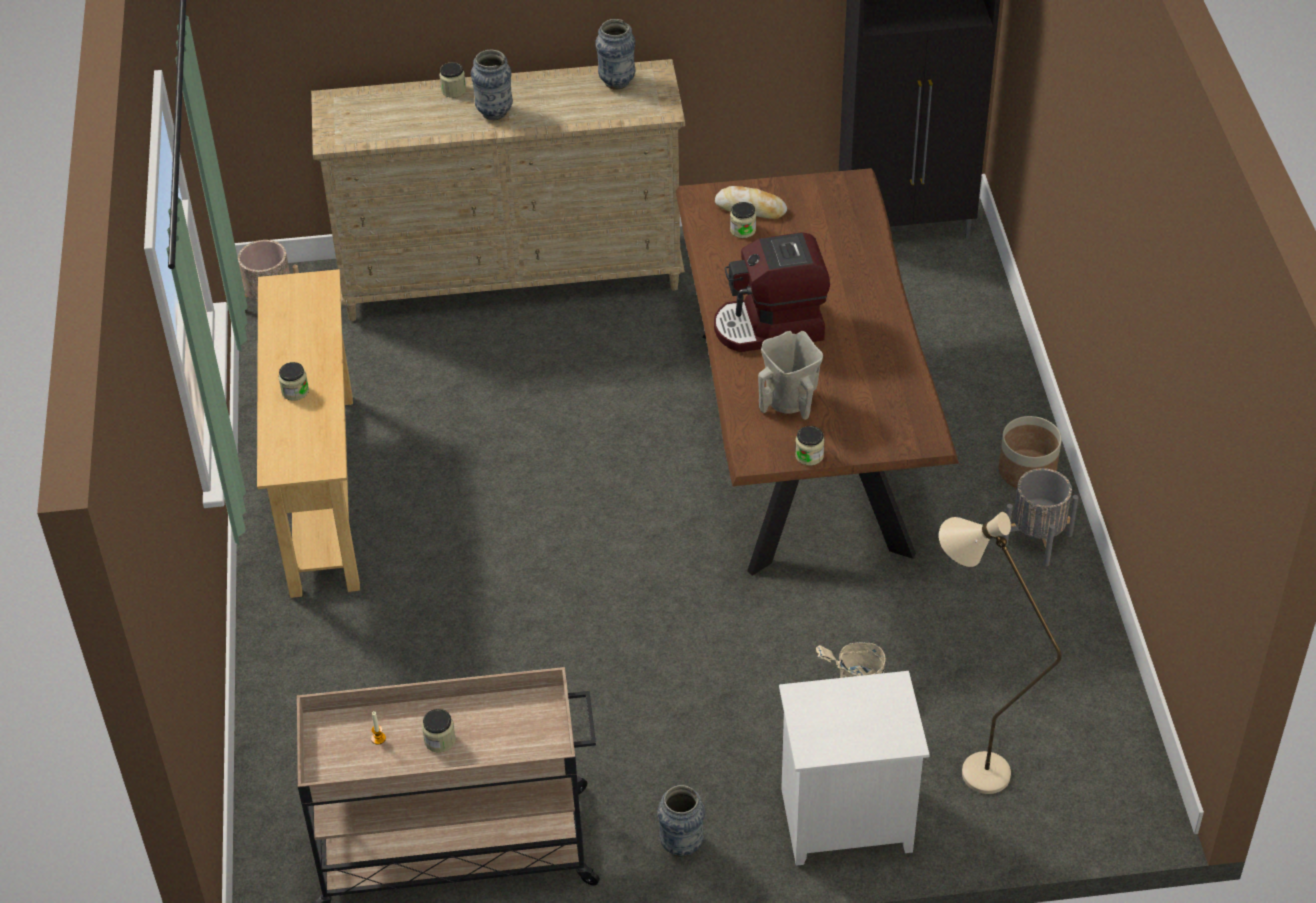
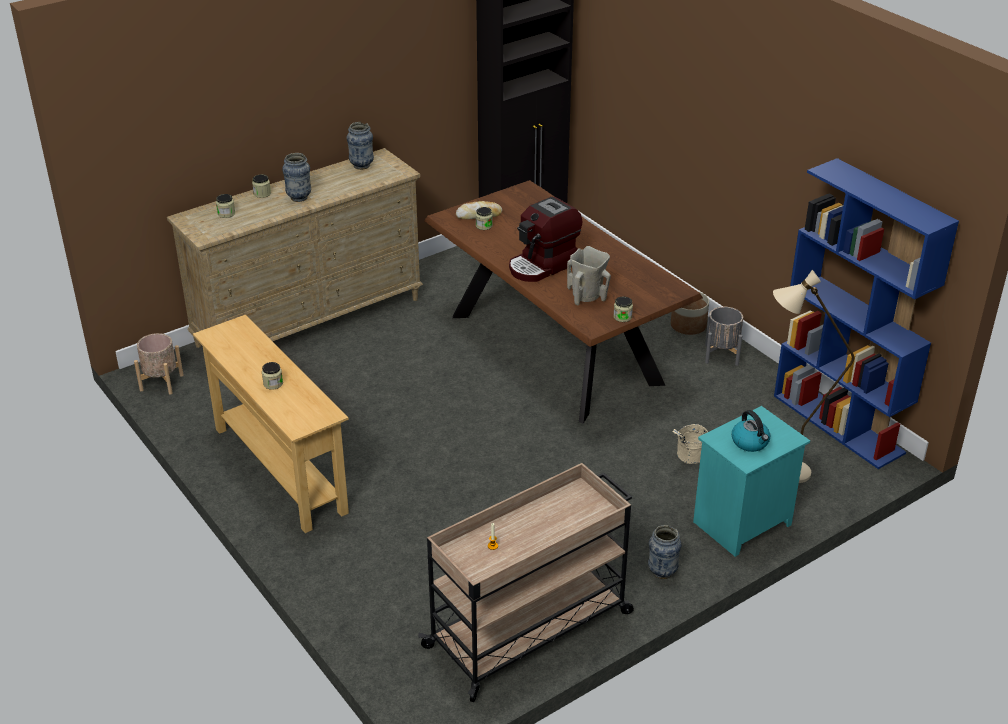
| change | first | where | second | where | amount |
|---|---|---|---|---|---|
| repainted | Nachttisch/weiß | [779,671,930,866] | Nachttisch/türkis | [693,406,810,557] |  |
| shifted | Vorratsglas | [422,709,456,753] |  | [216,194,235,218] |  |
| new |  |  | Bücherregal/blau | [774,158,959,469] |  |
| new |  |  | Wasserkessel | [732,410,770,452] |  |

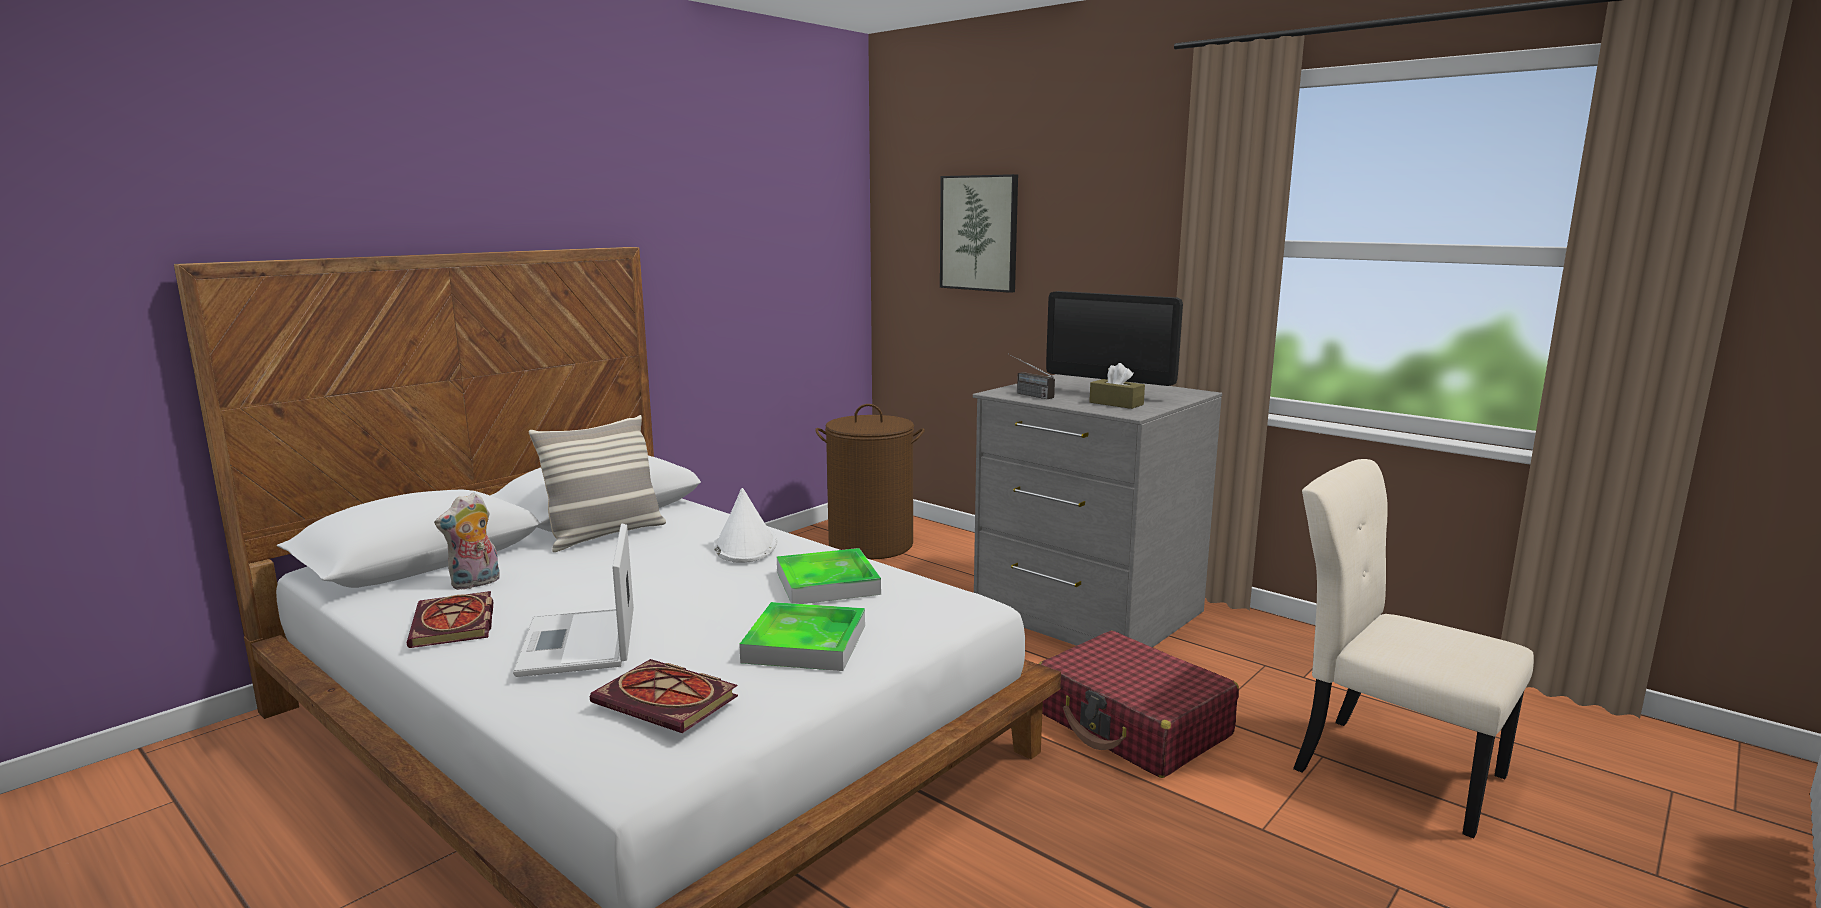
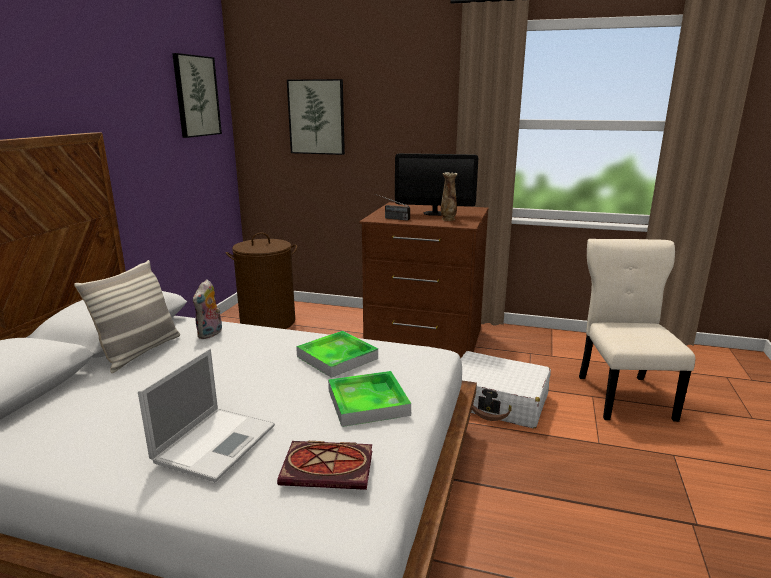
| change | first | where | second | where | amount |
|---|---|---|---|---|---|
| swapped | Taschentuchbox/braun | [1089,363,1145,409] | Vase | [441,172,458,221] |  |
| repainted | Kommode/grau | [973,374,1222,647] | Kommode/braun | [359,202,488,358] |  |
| rotated | Stuhl/beige | [1293,459,1534,839] |  | [579,239,695,422] | 75 degrees clockwise |
| gone | Hut/weiß | [714,488,777,563] |  |  |  |
| shifted | Plüschtier | [434,492,500,590] |  | [193,280,222,339] |  |
| rotated | Laptop | [513,524,634,677] |  | [138,348,275,482] | 120 degrees counterclockwise |
| gone | Buch | [407,591,493,648] |  |  |  |
| repainted | Koffer/rot | [1039,631,1239,778] | Koffer/weiß | [461,351,551,429] |  |
| new |  |  | Bild | [172,53,222,138] |  |

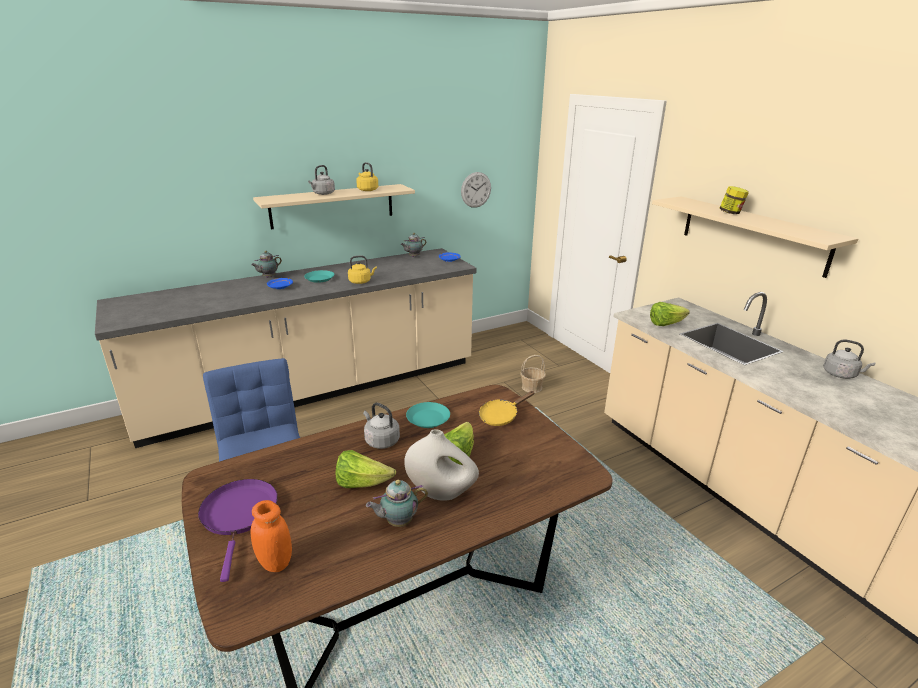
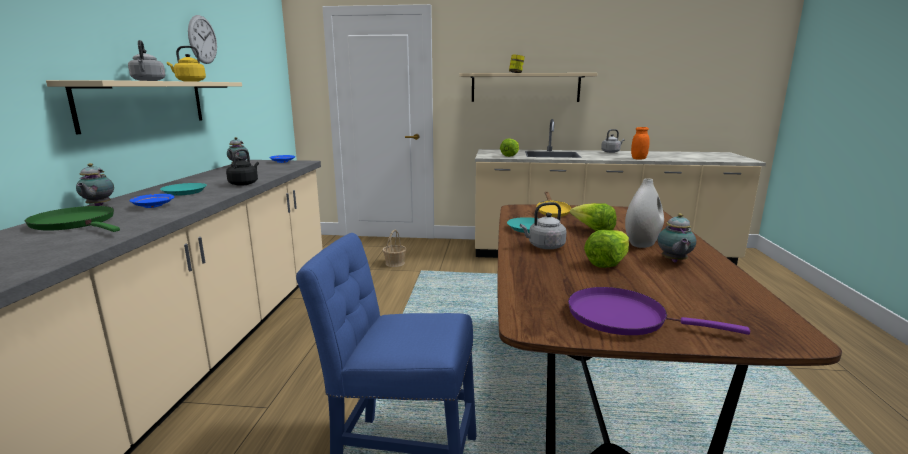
| change | first | where | second | where | amount |
|---|---|---|---|---|---|
| shifted | Wanduhr | [461,172,491,208] |  | [188,15,217,64] |  |
| repainted | Wasserkessel/gelb | [348,256,377,284] | Wasserkessel/schwarz | [226,149,259,186] |  |
| shifted | Vorratsglas/orange | [251,500,292,572] |  | [631,127,650,159] |  |
| new |  |  | Pfanne/grün | [25,206,120,232] |  |

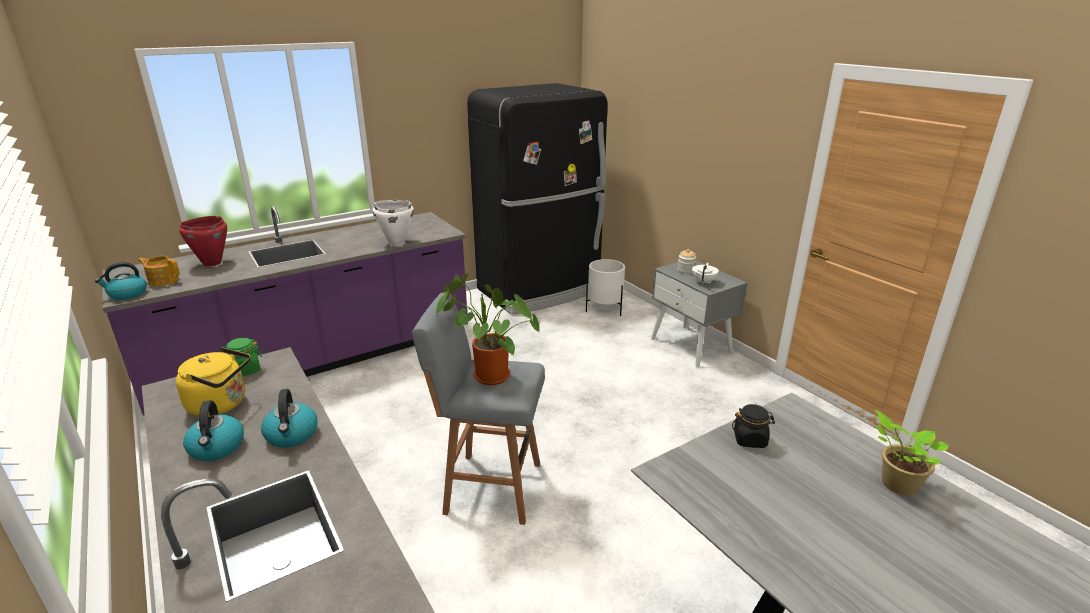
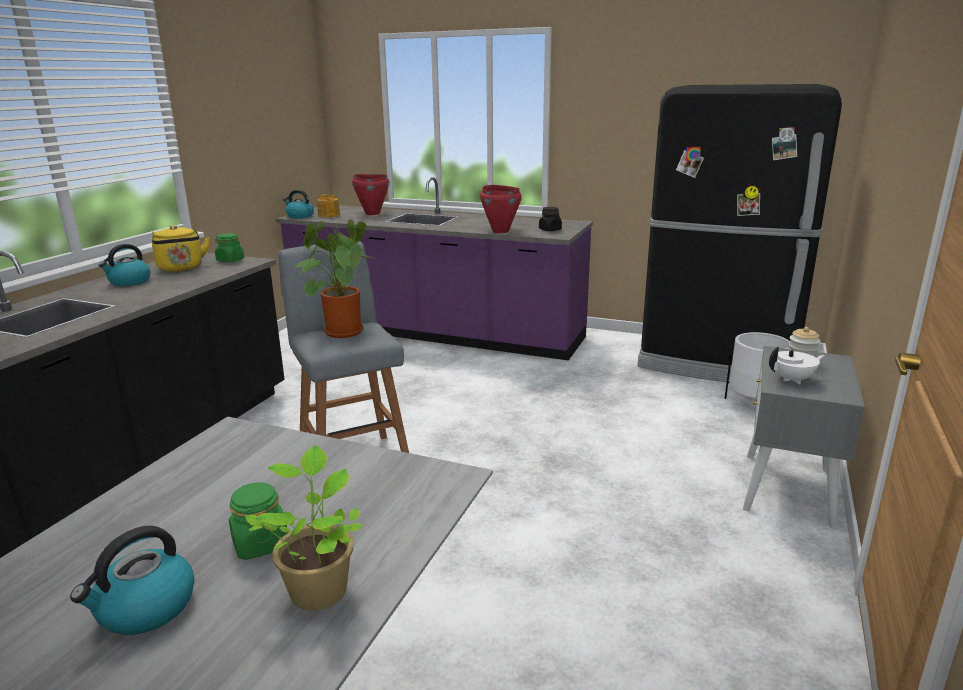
| change | first | where | second | where | amount |
|---|---|---|---|---|---|
| repainted | Kochtopf/weiß | [373,200,414,246] | Kochtopf/rot | [480,185,522,233] |  |
| shifted | Wasserkessel | [261,389,318,447] |  | [70,526,194,635] |  |
| shifted | Vorratsglas/schwarz | [732,404,775,448] |  | [539,207,562,231] |  |
| new |  |  | Vorratsglas/grün | [229,483,287,560] |  |

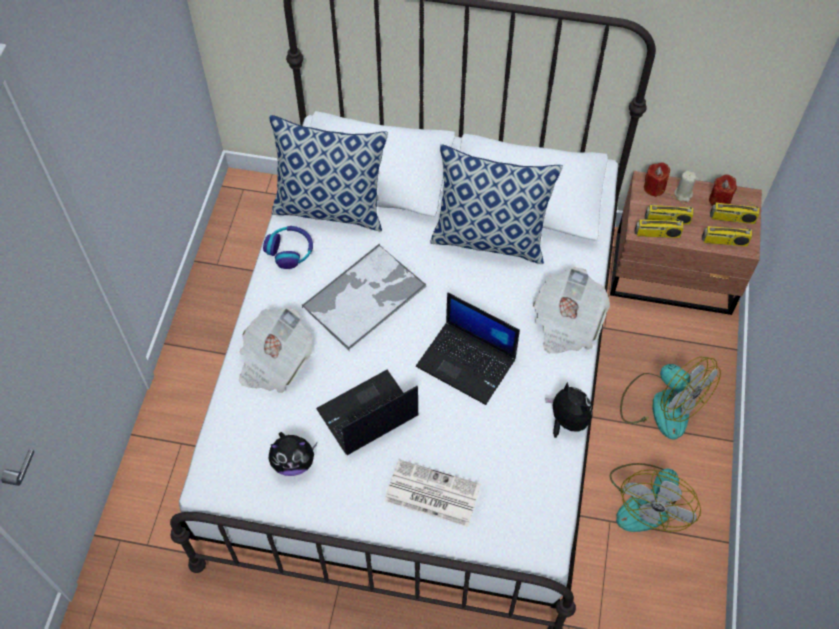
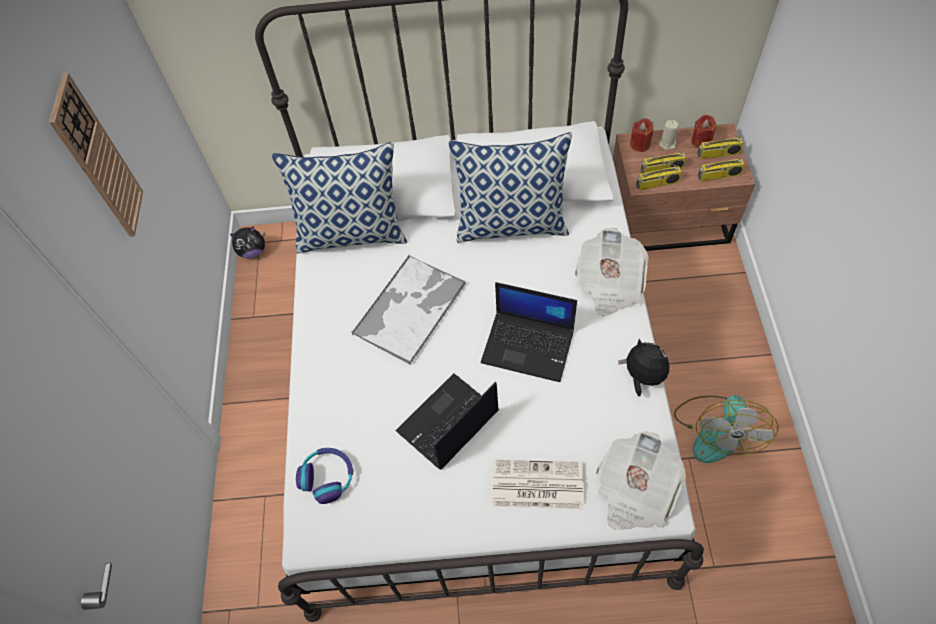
| change | first | where | second | where | amount |
|---|---|---|---|---|---|
| shifted | Kopfhörer | [263,226,313,269] |  | [296,448,353,504] |  |
| shifted | Zeitung | [239,308,313,393] |  | [596,431,686,530] |  |
| gone | Ventilator | [620,357,721,440] |  |  |  |
| shifted | Plüschtier | [269,432,317,476] |  | [230,226,265,259] |  |
| new |  |  | Wanduhr | [49,73,143,237] |  |

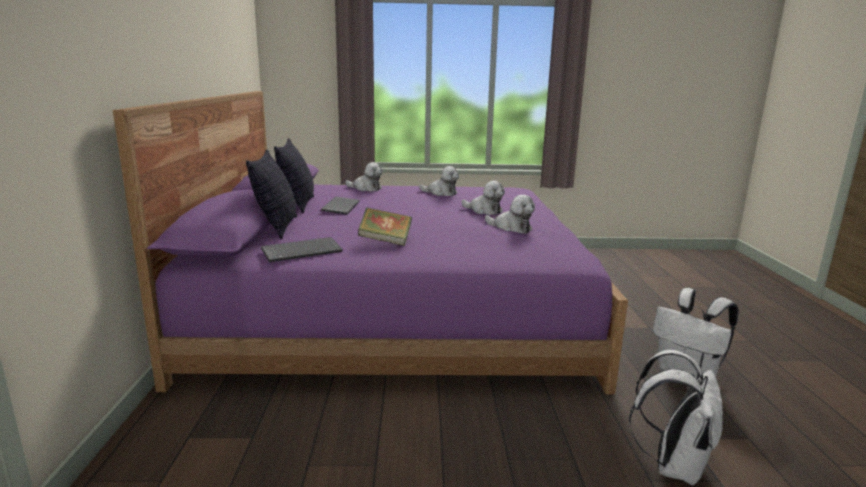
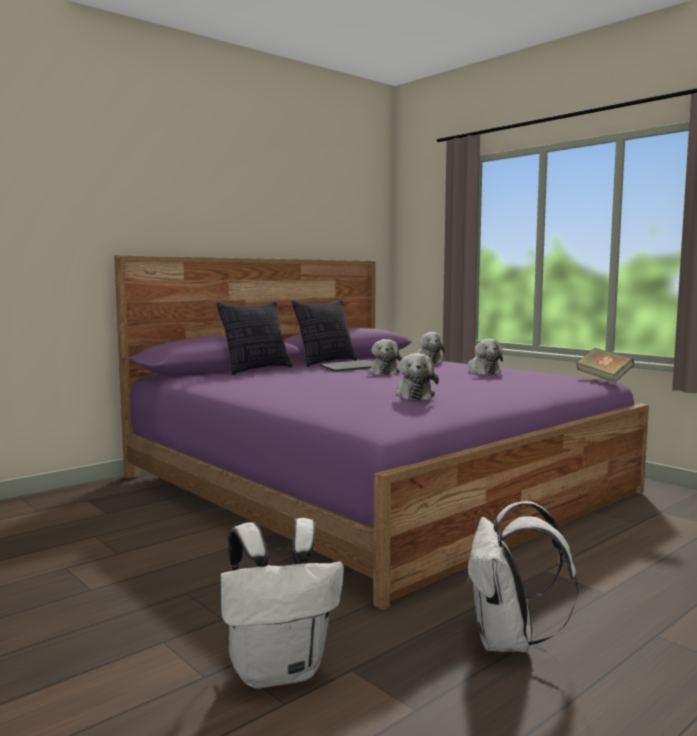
| change | first | where | second | where | amount |
|---|---|---|---|---|---|
| shifted | Plüschtier | [462,181,505,215] |  | [368,339,403,375] |  |
| shifted | Buch | [358,207,412,246] |  | [576,348,634,382] |  |
| gone | Tastatur | [261,237,343,262] |  |  |  |

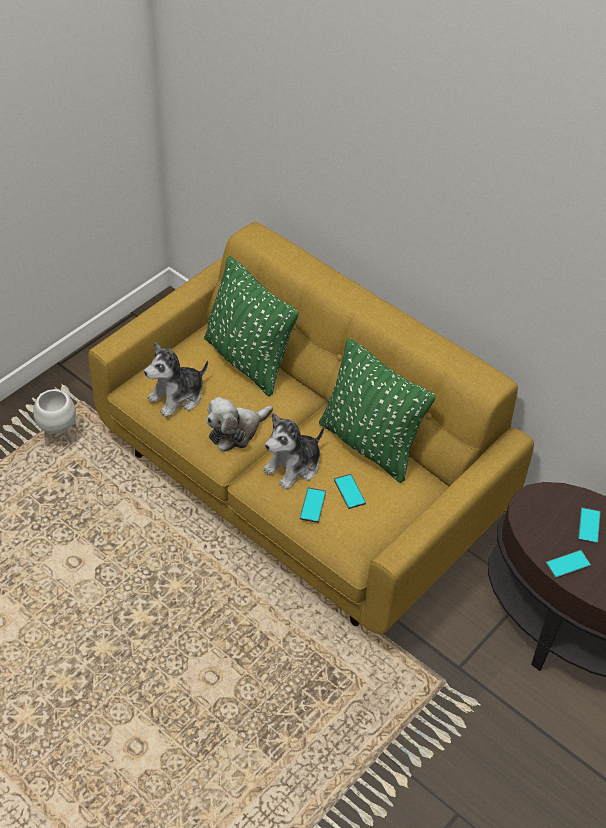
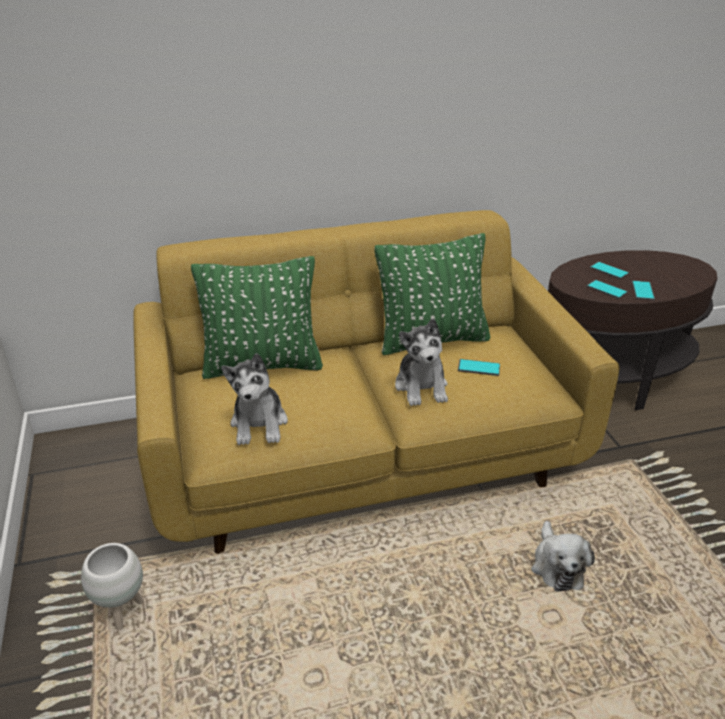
| change | first | where | second | where | amount |
|---|---|---|---|---|---|
| shifted | Plüschtier | [206,397,273,452] |  | [531,521,595,591] |  |
| shifted | Handy | [300,487,326,523] |  | [586,280,628,299] |  |

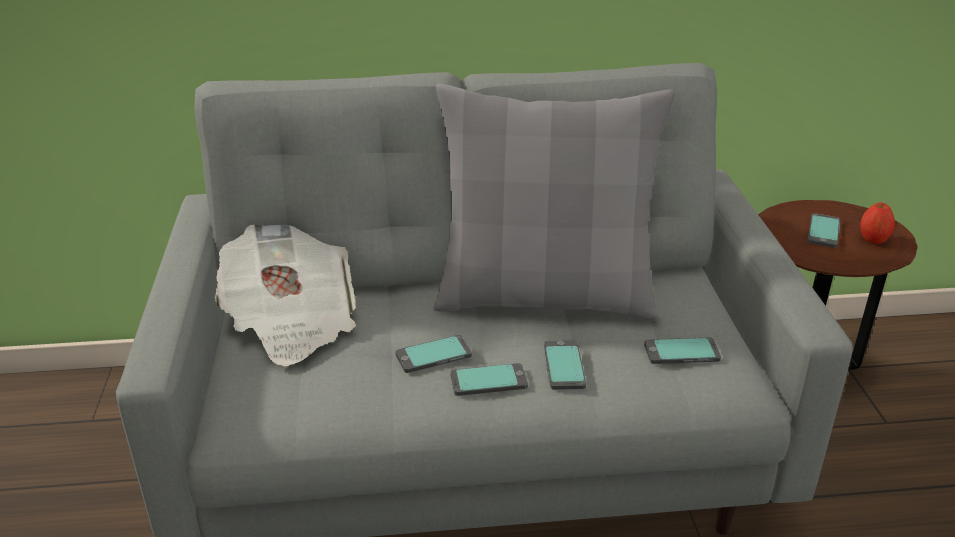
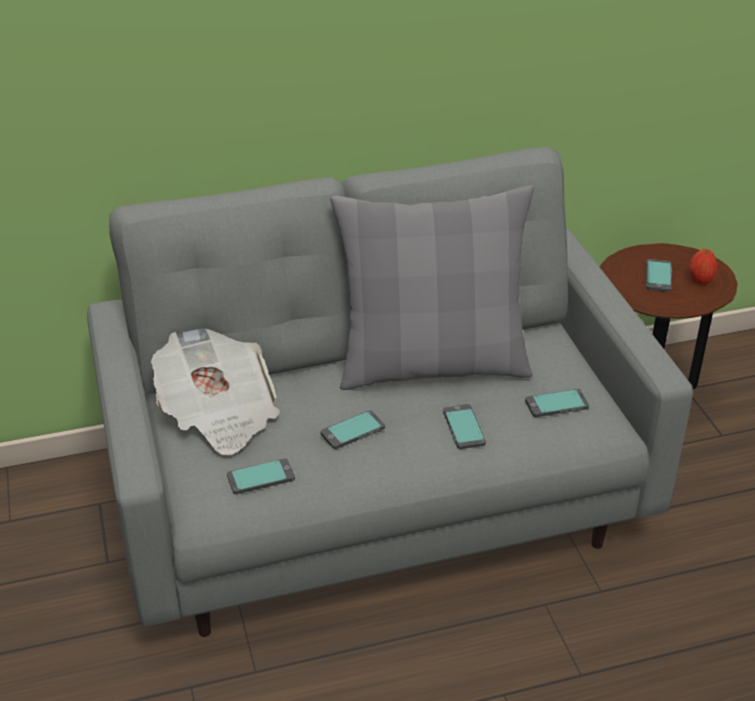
| change | first | where | second | where | amount |
|---|---|---|---|---|---|
| shifted | Handy | [450,363,528,396] |  | [227,458,295,494] |  |

